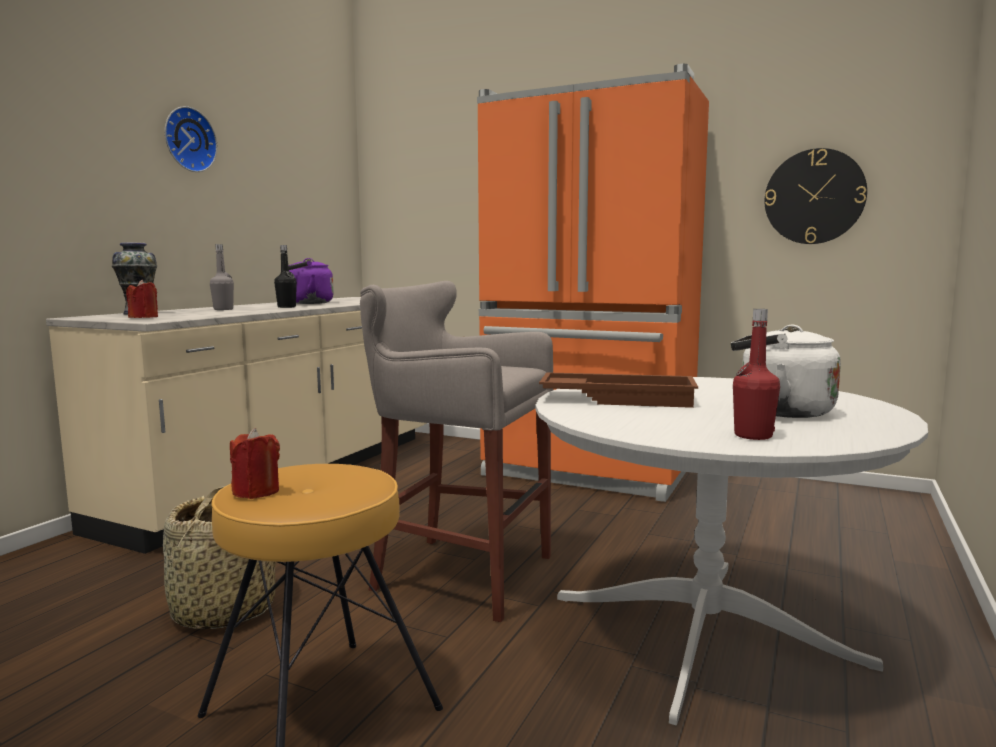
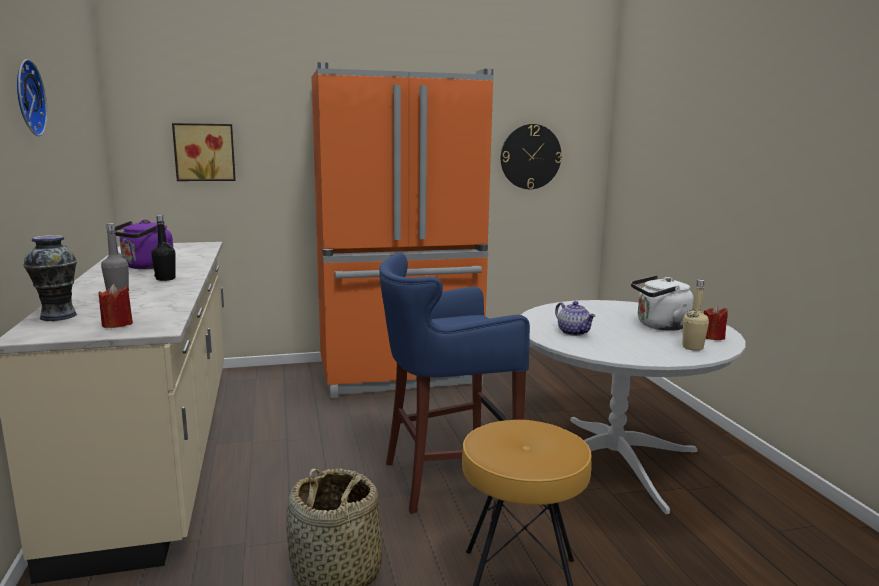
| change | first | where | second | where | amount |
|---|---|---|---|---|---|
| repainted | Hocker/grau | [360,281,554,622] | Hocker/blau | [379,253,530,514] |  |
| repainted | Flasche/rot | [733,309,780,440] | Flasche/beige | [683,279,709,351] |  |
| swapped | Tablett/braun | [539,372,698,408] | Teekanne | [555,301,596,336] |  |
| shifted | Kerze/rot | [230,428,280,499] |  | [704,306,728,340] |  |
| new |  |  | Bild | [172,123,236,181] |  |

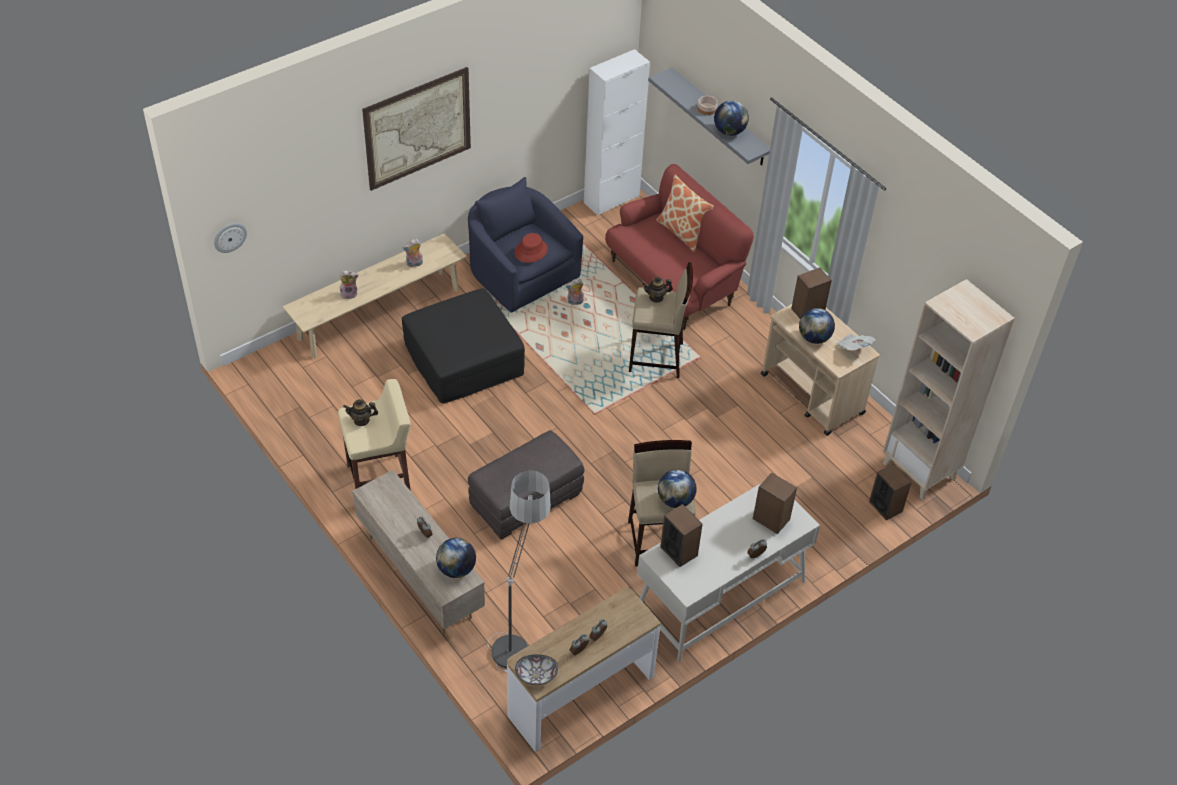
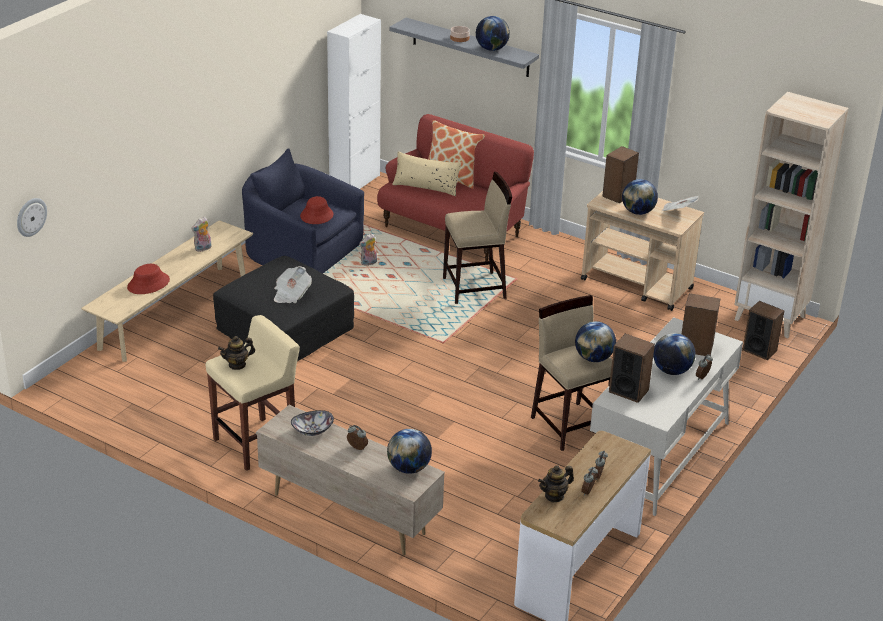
| change | first | where | second | where | amount |
|---|---|---|---|---|---|
| gone | Bild | [362,67,471,191] |  |  |  |
| swapped | Plüschtier | [339,270,359,299] | Hut/rot | [127,264,170,294] |  |
| shifted | Teekanne | [642,277,673,303] |  | [538,465,574,502] |  |
| gone | Polsterhocker/grau | [468,430,585,540] |  |  |  |
| gone | Stehlampe | [488,470,551,673] |  |  |  |
| shifted | Schüssel | [515,655,558,685] |  | [291,410,334,436] |  |
| new |  |  | Kissen/beige | [392,151,461,196] |  |
| new |  |  | Zeitung | [274,266,312,303] |  |
| new |  |  | Globus | [653,333,695,375] |  |

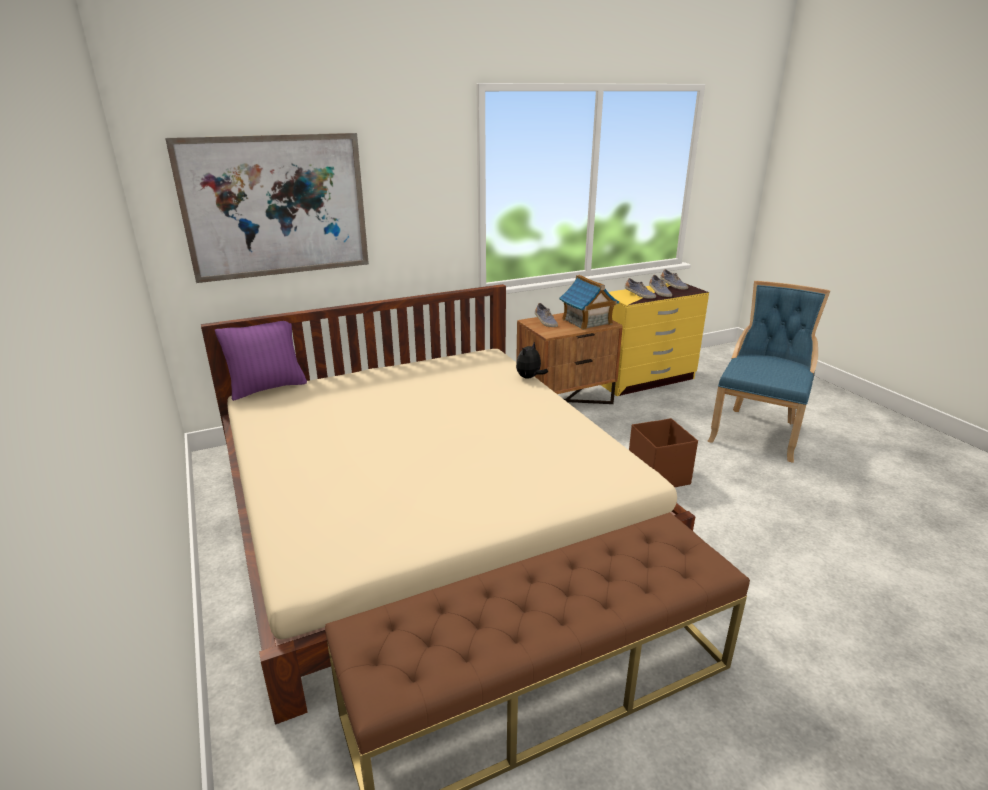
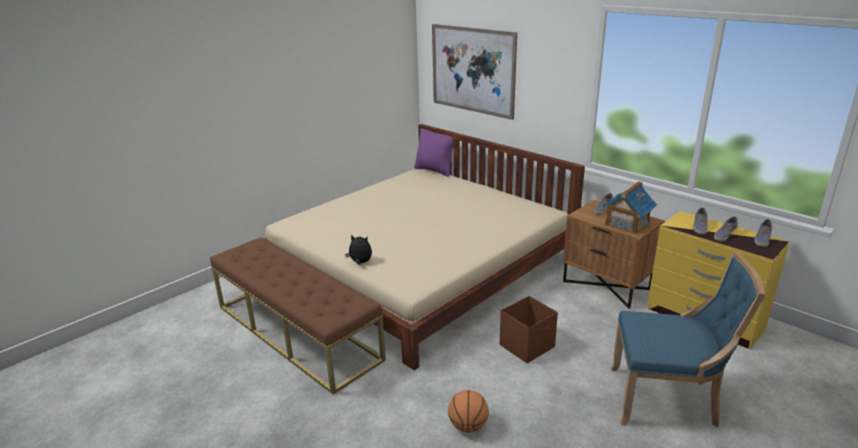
| change | first | where | second | where | amount |
|---|---|---|---|---|---|
| shifted | Plüschtier | [516,342,548,379] |  | [345,235,372,265] |  |
| new |  |  | Basketball | [448,390,489,433] |  |

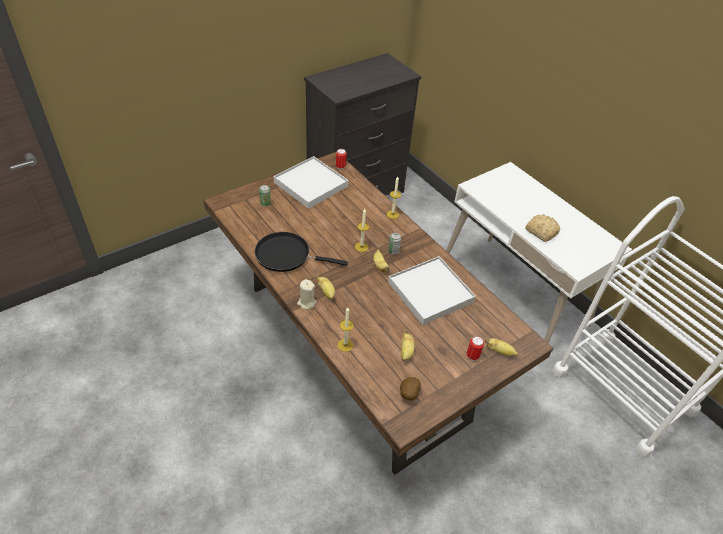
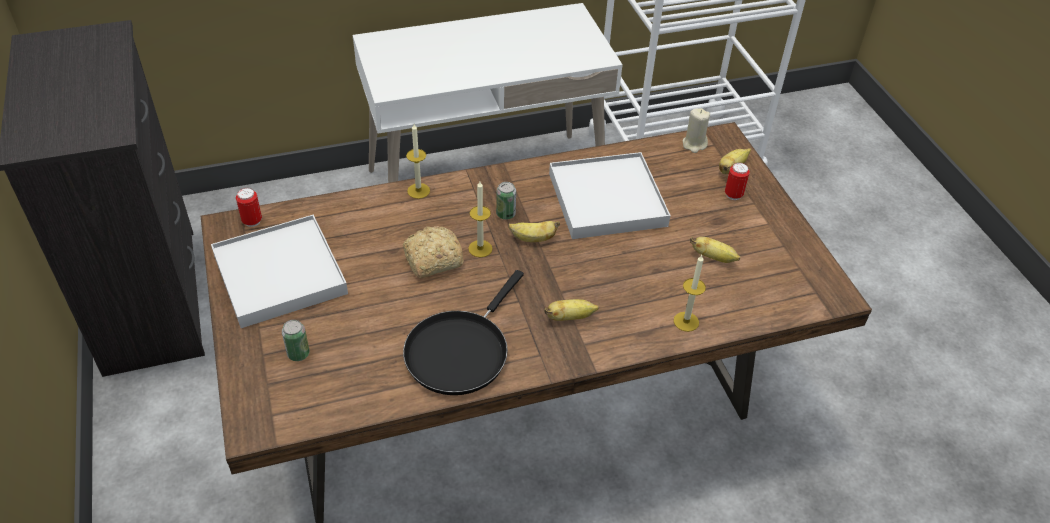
| change | first | where | second | where | amount |
|---|---|---|---|---|---|
| shifted | Brot | [525,214,560,242] |  | [403,226,464,278] |  |
| shifted | Kerze/beige | [297,279,317,309] |  | [683,108,710,153] |  |
| gone | Kartoffel | [400,377,421,400] |  |  |  |

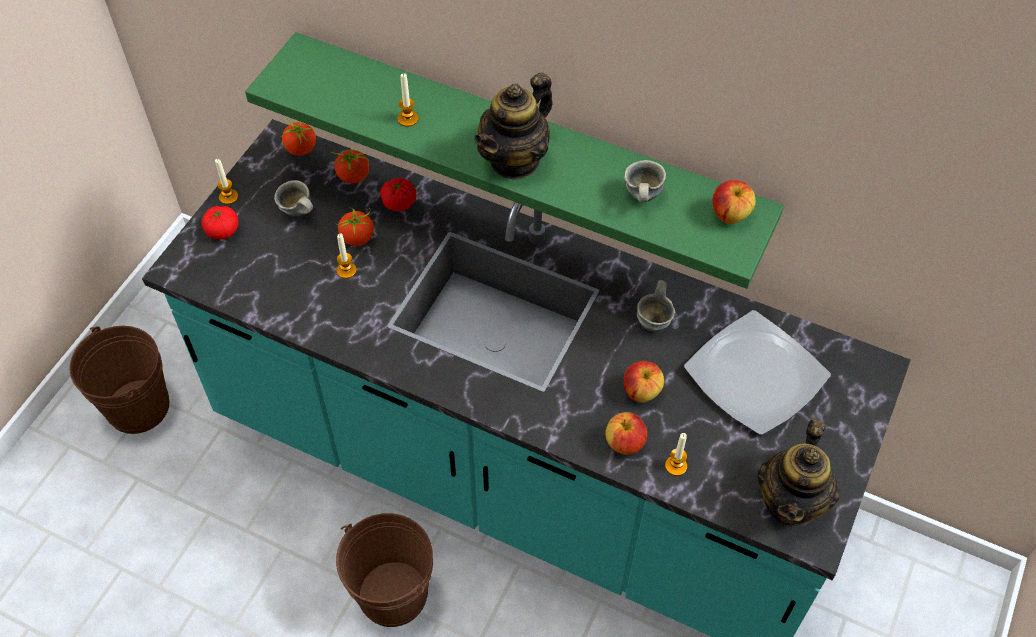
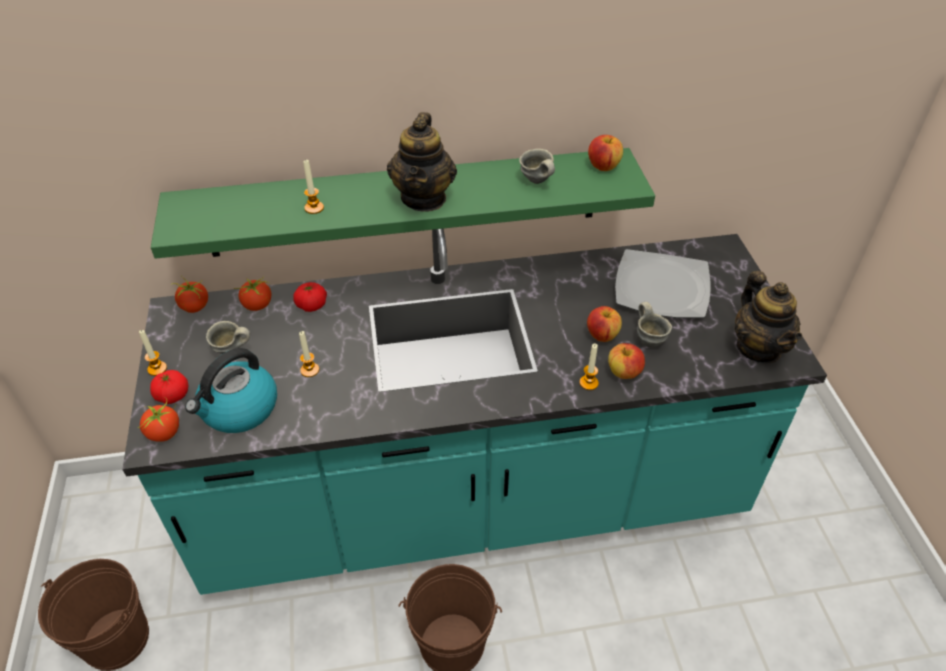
| change | first | where | second | where | amount |
|---|---|---|---|---|---|
| shifted | Tomate | [338,208,374,246] |  | [138,397,179,442] |  |
| shifted | Henkelbecher/grau | [637,280,675,331] |  | [637,302,672,347] |  |
| shifted | Kerze | [665,433,687,476] |  | [579,344,599,390] |  |
| new |  |  | Wasserkessel | [185,348,277,433] |  |

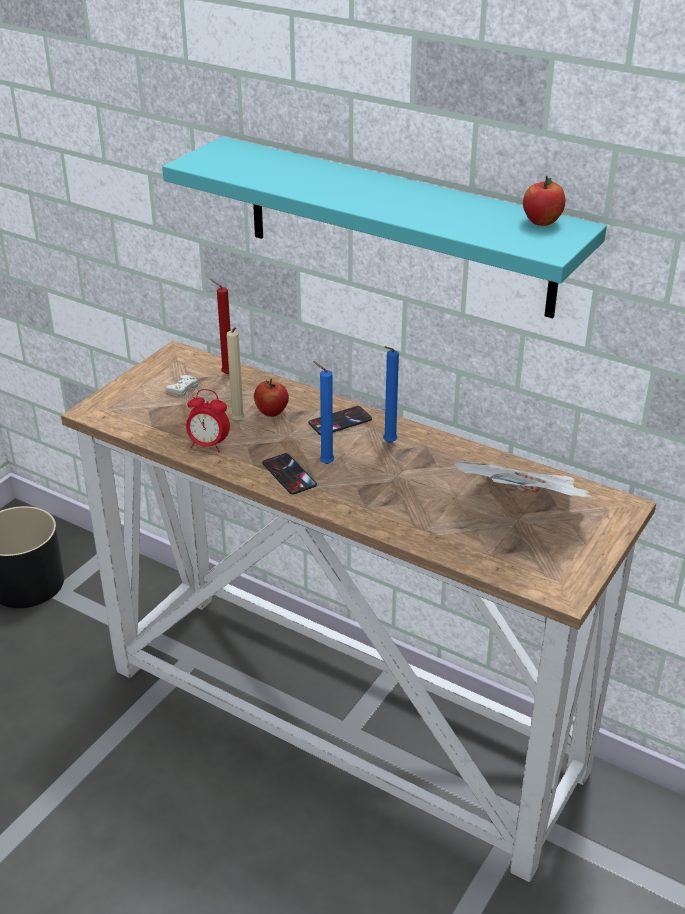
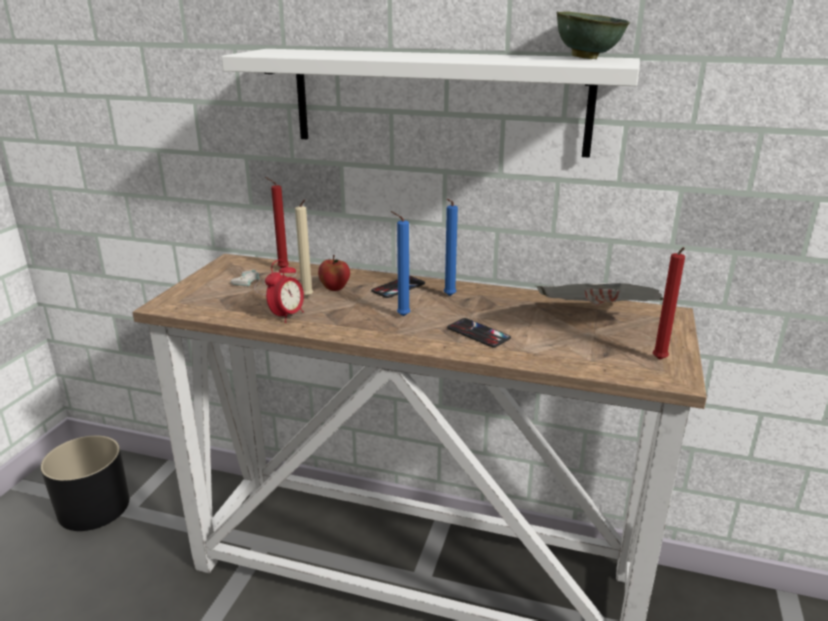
| change | first | where | second | where | amount |
|---|---|---|---|---|---|
| repainted | Wandregal/türkis | [162,137,607,319] | Wandregal/weiß | [222,49,640,158] |  |
| swapped | Apfel | [523,176,565,226] | Schüssel/grün | [557,12,630,59] |  |
| rotated | Wecker | [186,389,230,452] |  | [265,259,304,323] | 60 degrees counterclockwise |
| shifted | Handy | [262,453,317,494] |  | [447,318,511,348] |  |
| new |  |  | Kerze/rot | [653,247,685,360] |  |

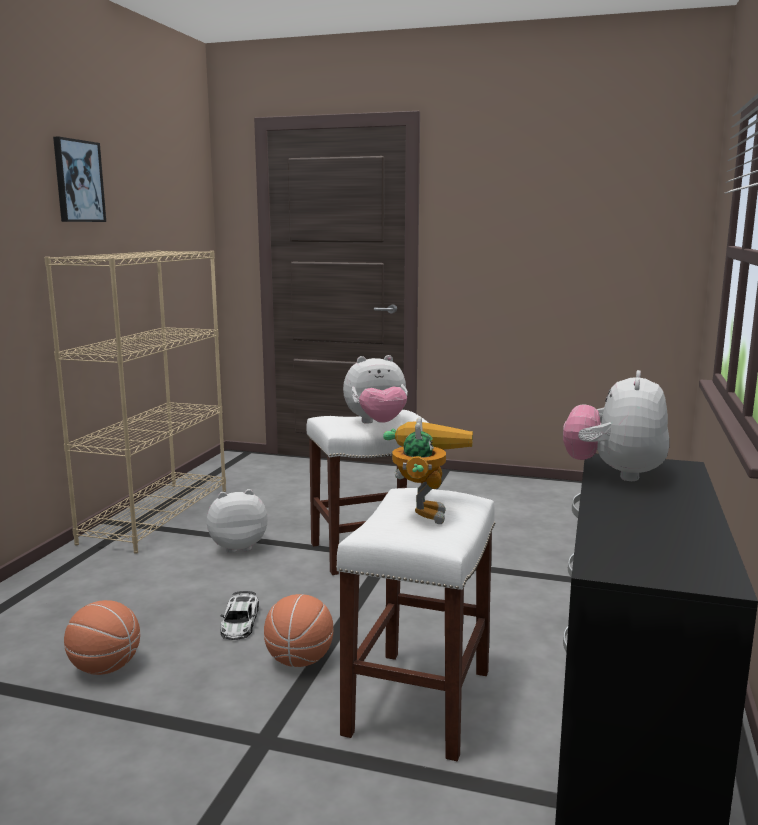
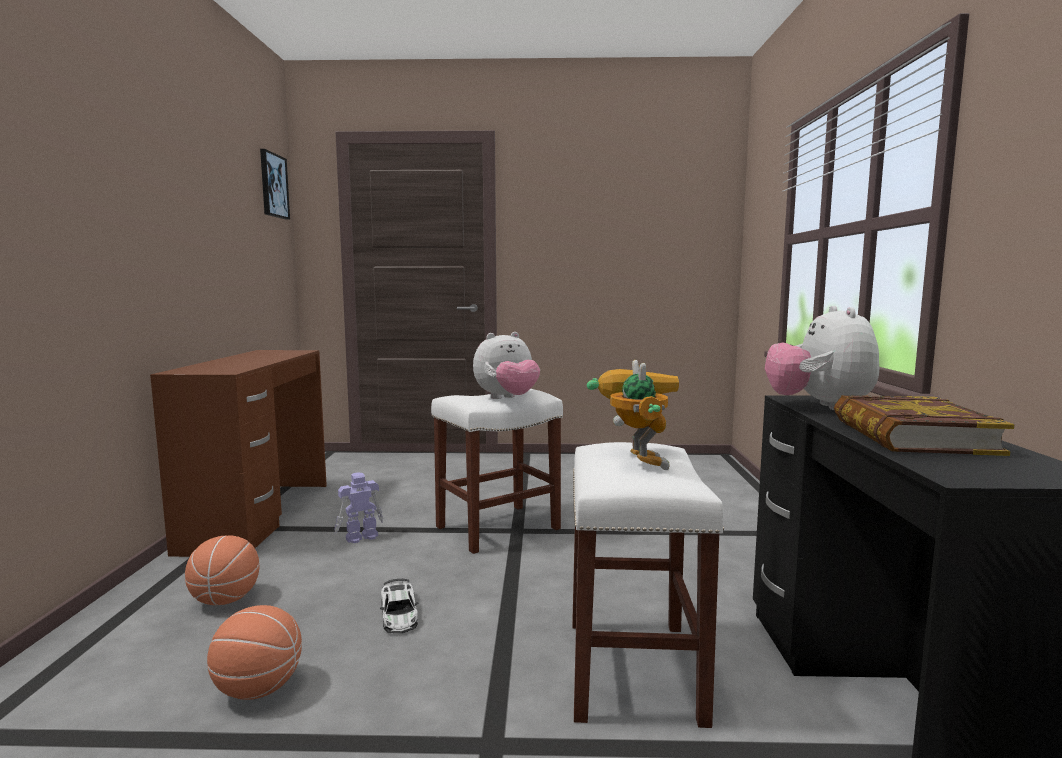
| change | first | where | second | where | amount |
|---|---|---|---|---|---|
| shifted | Bild | [53,137,106,222] |  | [260,149,290,220] |  |
| swapped | Bücherregal/beige | [44,250,226,554] | Schreibtisch/braun | [150,350,327,557] |  |
| swapped | Plüschtier | [207,489,268,553] | Spielzeugroboter | [334,472,383,543] |  |
| shifted | Basketball | [264,594,333,667] |  | [185,536,259,605] |  |
| new |  |  | Buch | [834,395,1015,456] |  |

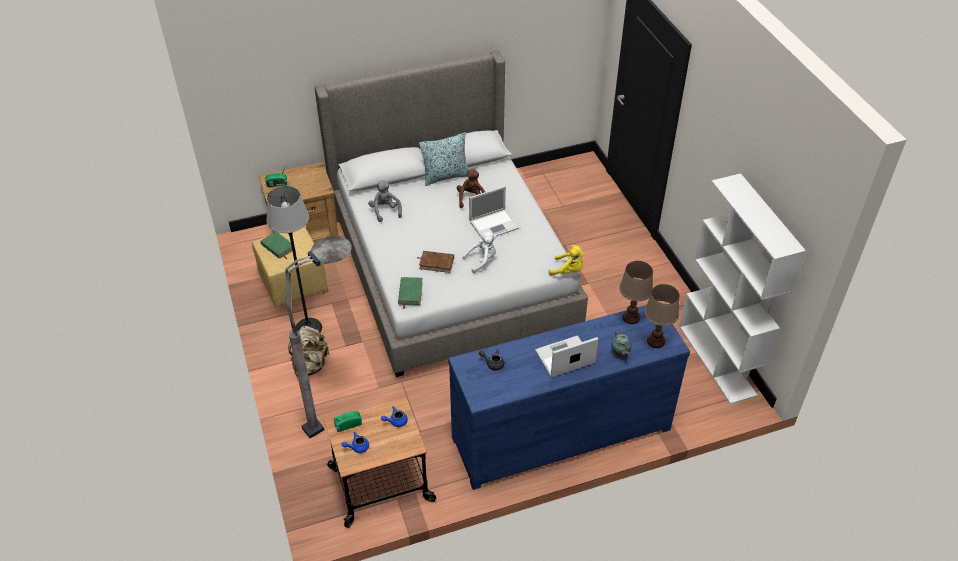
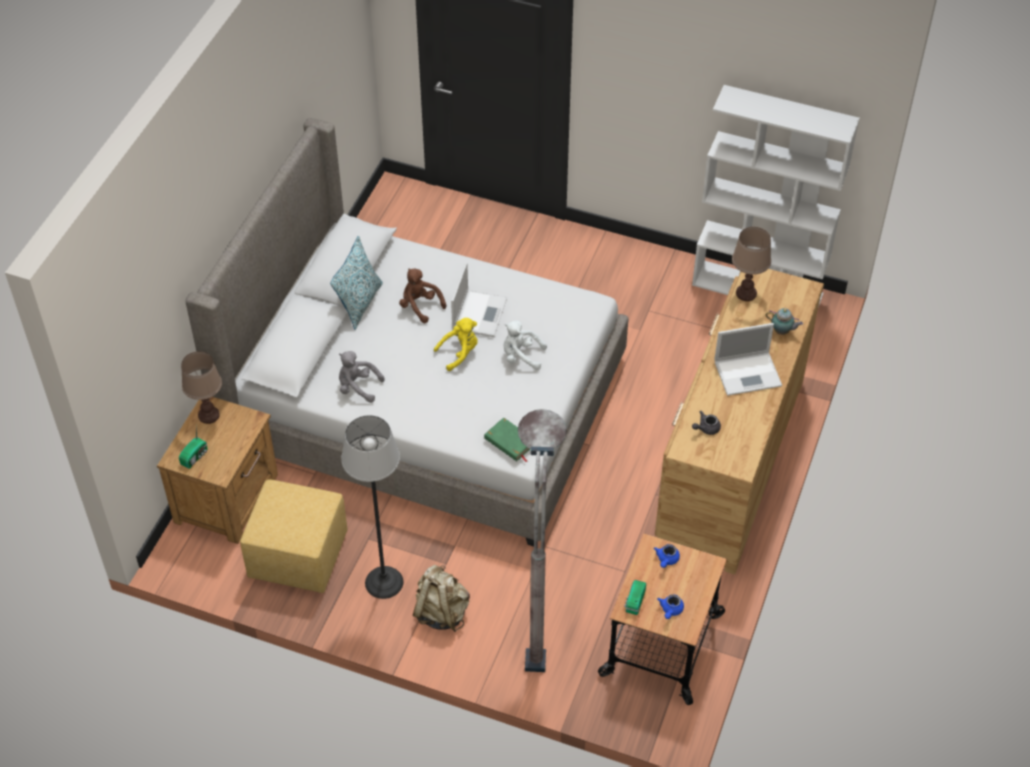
| change | first | where | second | where | amount |
|---|---|---|---|---|---|
| gone | Buch/grün | [260,232,292,259] |  |  |  |
| rotated | Plüschtier/weiß | [463,232,497,273] |  | [503,320,547,371] | 90 degrees counterclockwise |
| shifted | Plüschtier/gelb | [549,245,584,275] |  | [434,318,477,371] |  |
| gone | Buch/braun | [417,251,454,273] |  |  |  |
| shifted | Tischlampe/braun | [644,284,679,348] |  | [181,351,222,424] |  |
| repainted | Kommode/blau | [448,305,690,490] | Kommode/braun | [655,269,824,574] |  |
| rotated | Laptop | [535,336,598,377] |  | [714,323,782,396] | 120 degrees counterclockwise |

